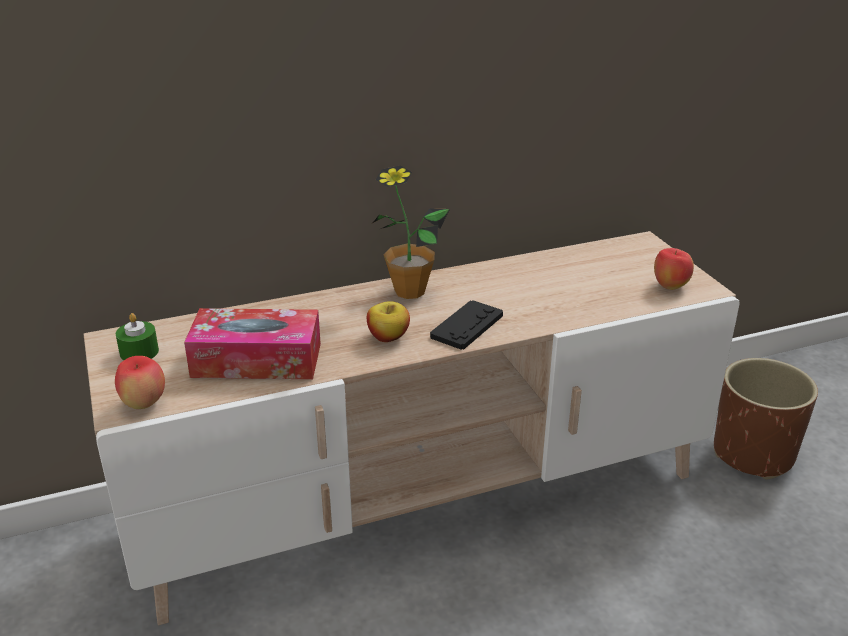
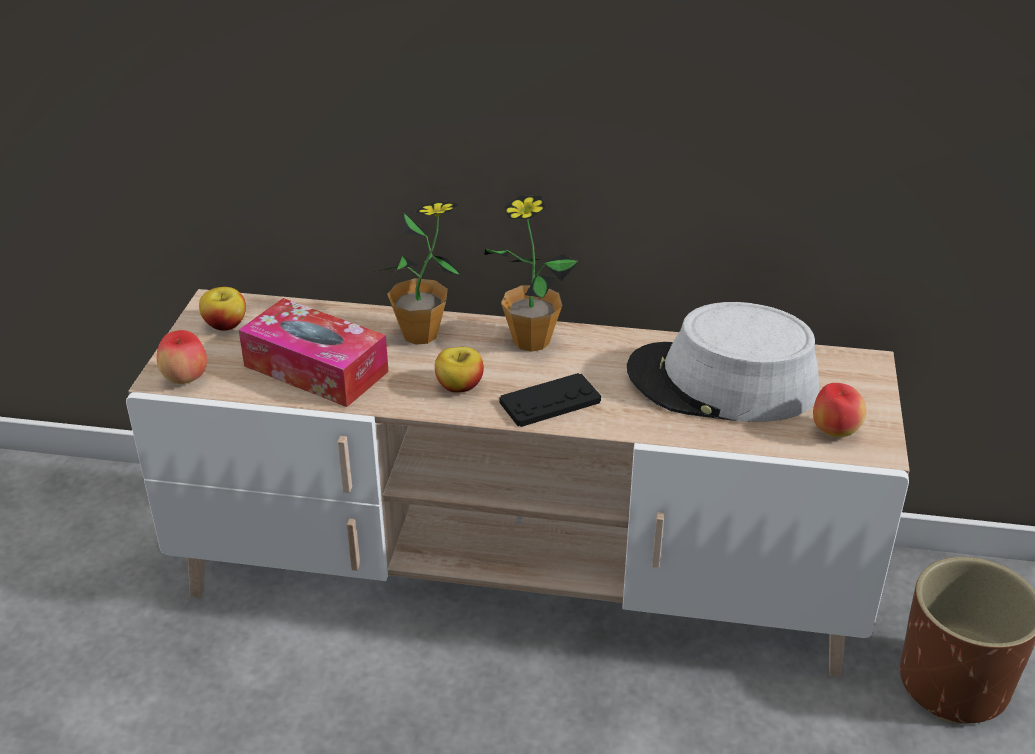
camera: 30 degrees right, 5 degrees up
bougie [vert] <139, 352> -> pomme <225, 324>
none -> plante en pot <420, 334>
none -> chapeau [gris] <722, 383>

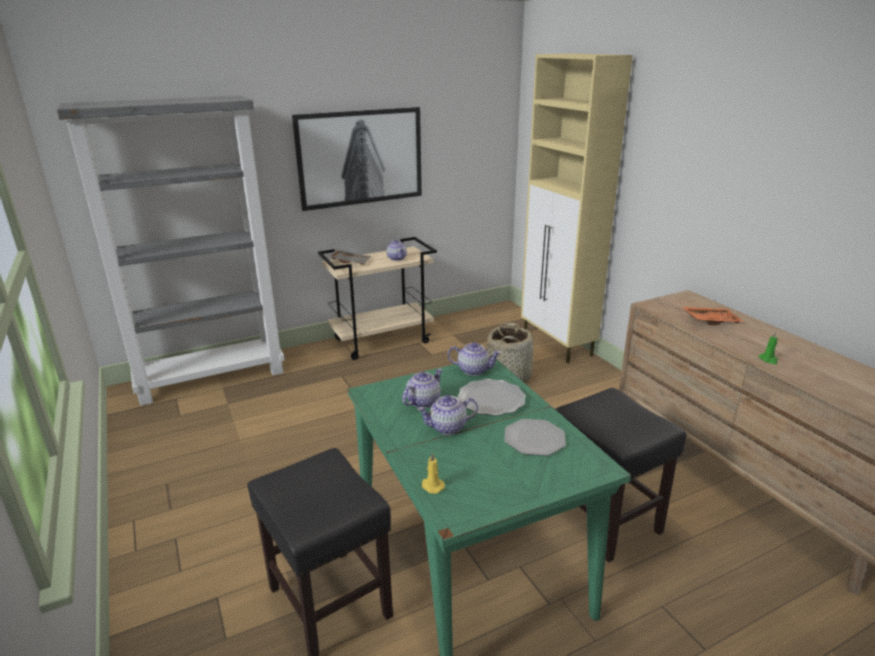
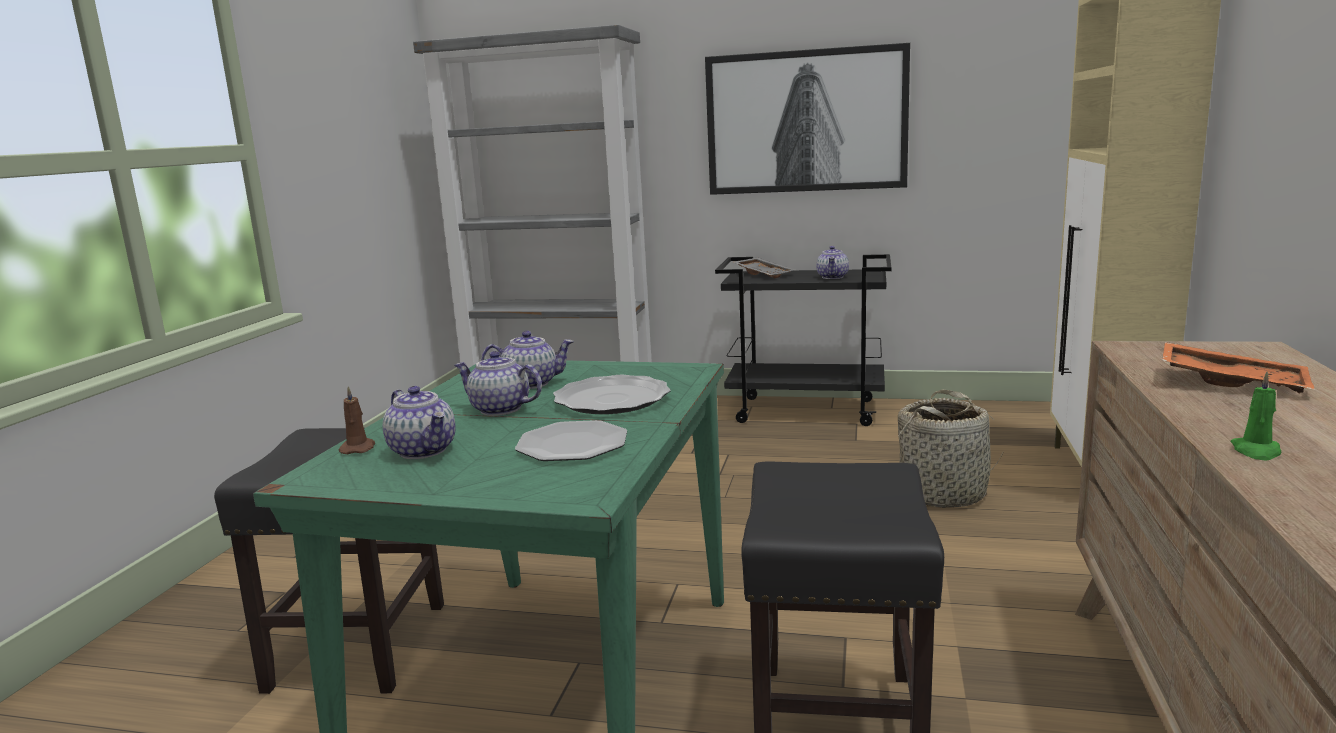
camera: 40 degrees right, 10 degrees down
chariot [beige] <382, 340> -> chariot [noir] <807, 411>
théière <474, 370> -> théière <424, 450>, shifted
bougie [jaune] <432, 486> -> bougie [marron] <358, 448>

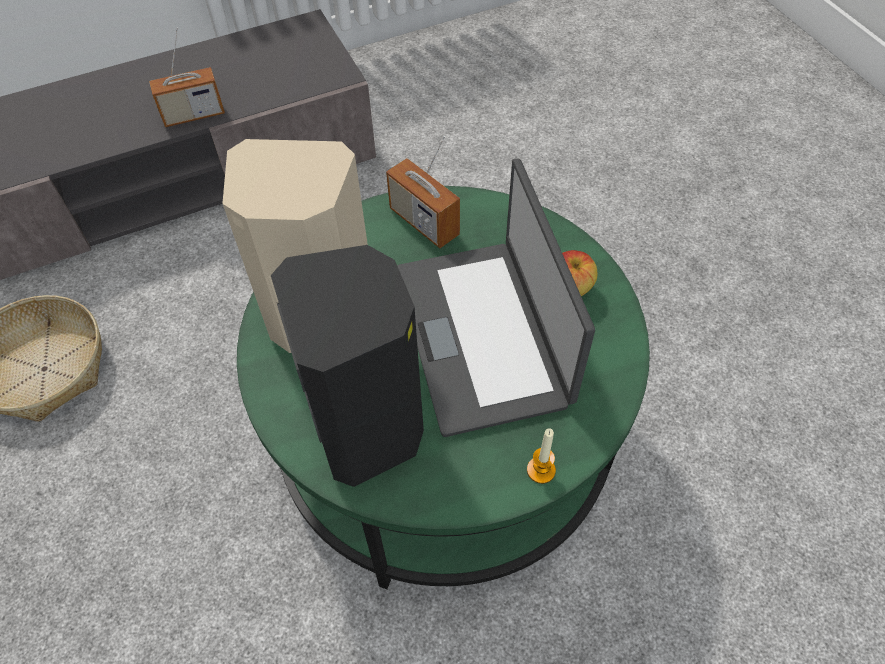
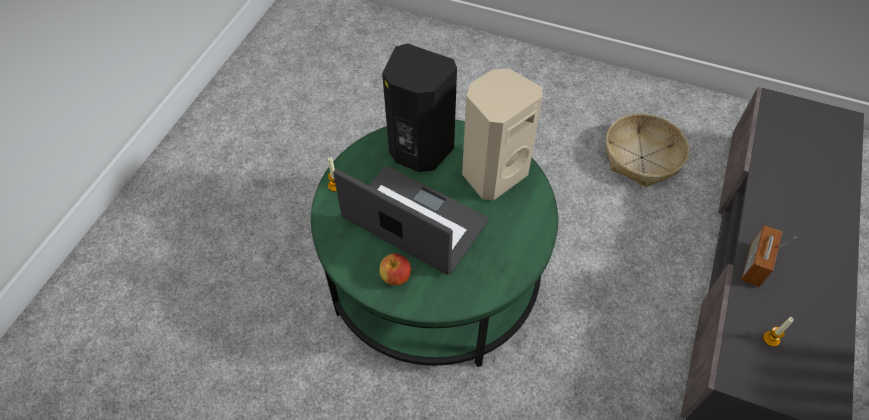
camera: 135 degrees right, 0 degrees up
radio <424, 222> -> none
none -> bougie <771, 339>

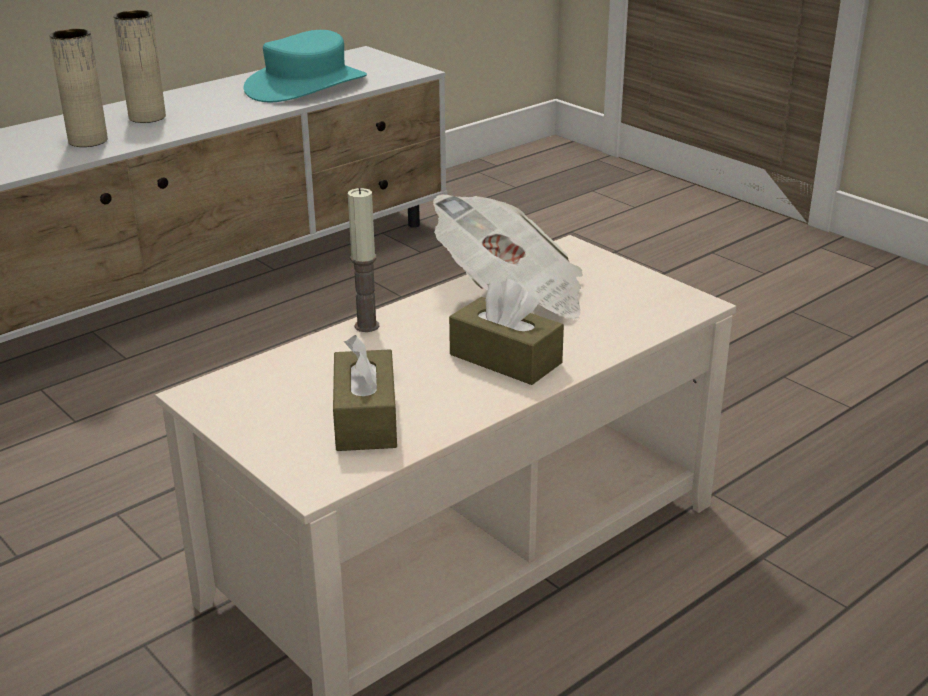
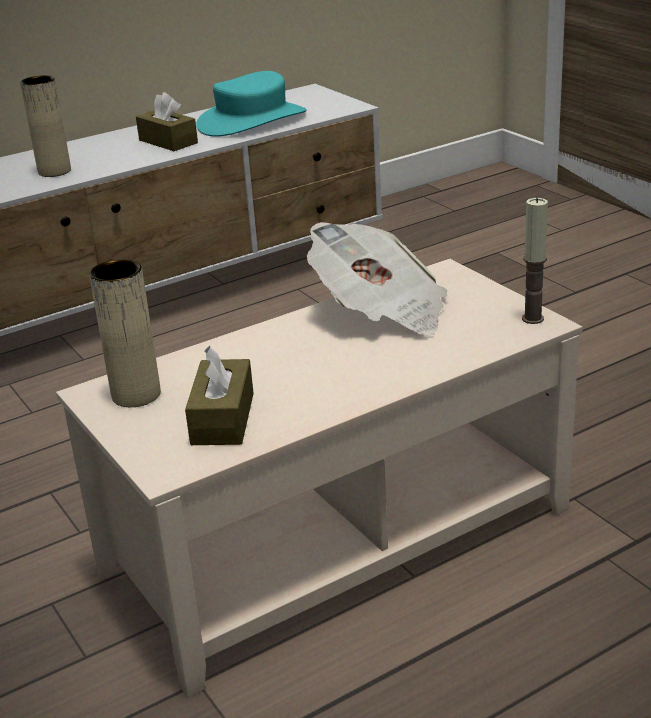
camera: 10 degrees right, 0 degrees up
vase [beige] <147, 117> -> vase [beige] <136, 395>, shifted
bougie <367, 326> -> bougie <533, 318>, shifted
boîte à mouchoirs [marron] <505, 359> -> boîte à mouchoirs [marron] <168, 141>, shifted

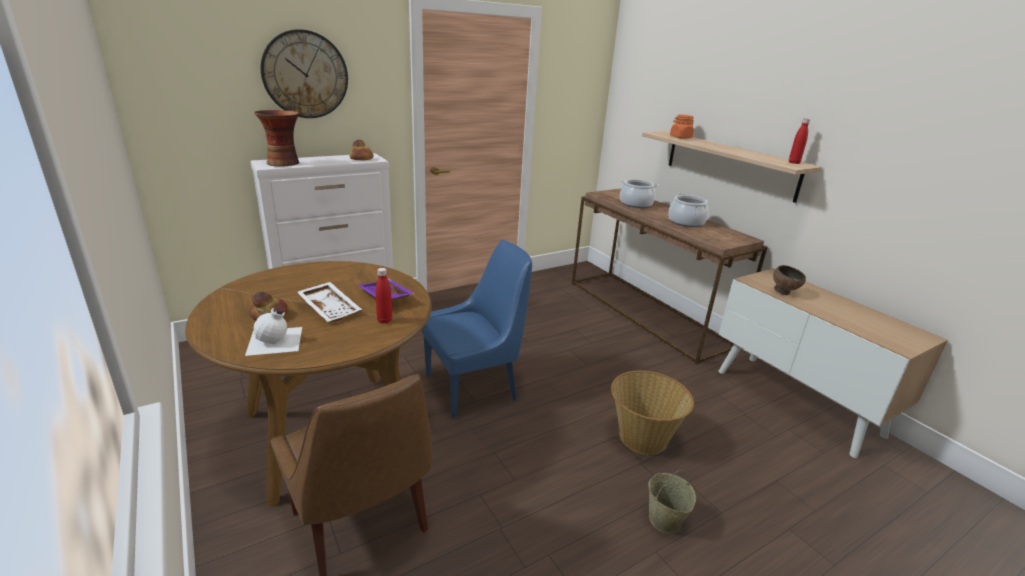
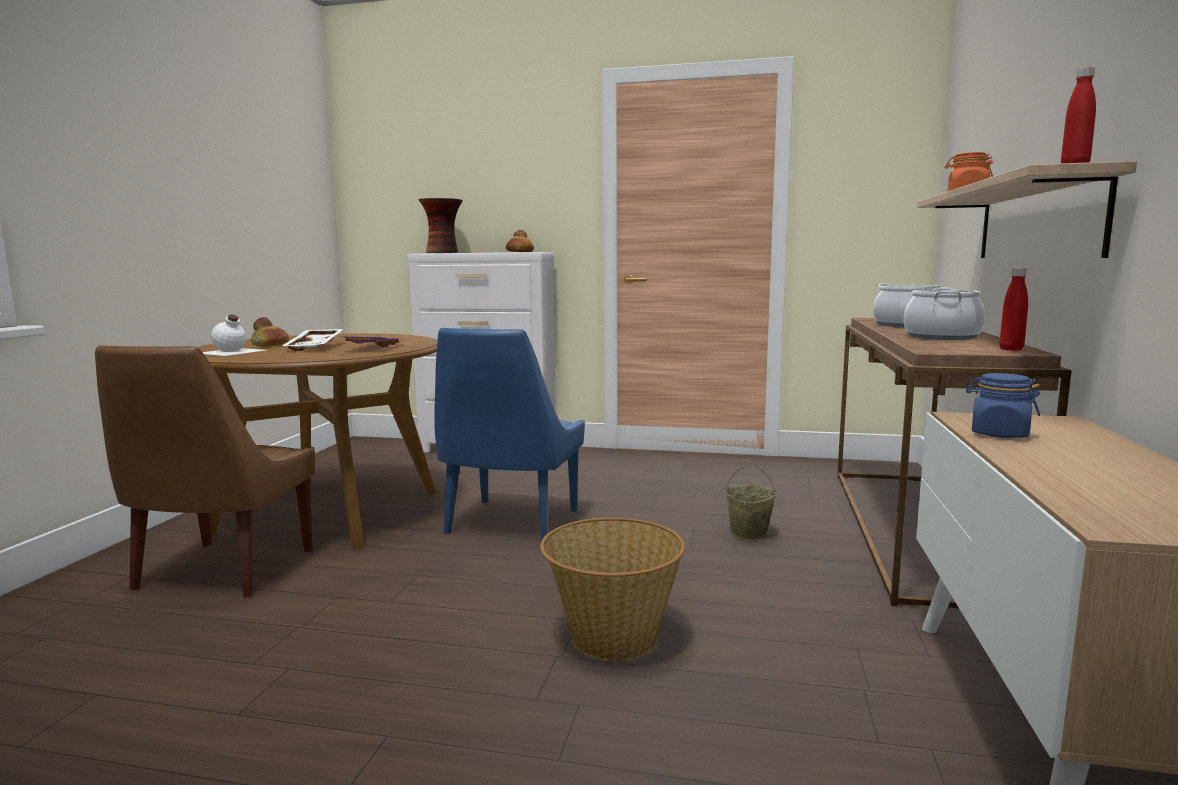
camera: 45 degrees right, 15 degrees down
horloge murale <305, 75> -> none
chaise [bleu] <474, 386> -> chaise [bleu] <510, 524>, 90 degrees clockwise
bol [marron] <784, 293> -> bocal [bleu] <999, 434>
bouteille [rouge] <384, 320> -> bouteille [rouge] <1011, 349>, shifted
seau [beige] <665, 520> -> seau [beige] <748, 534>, shifted

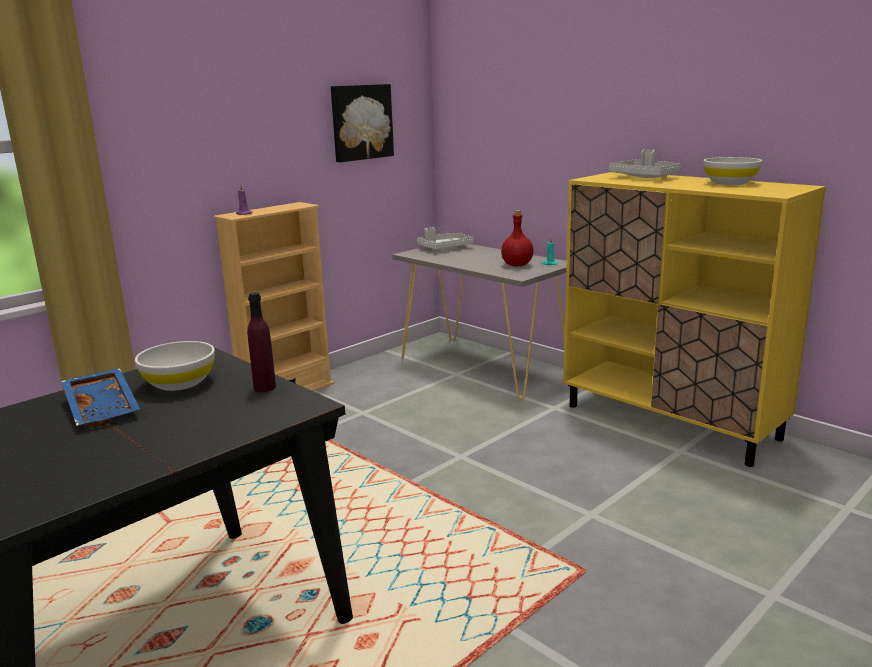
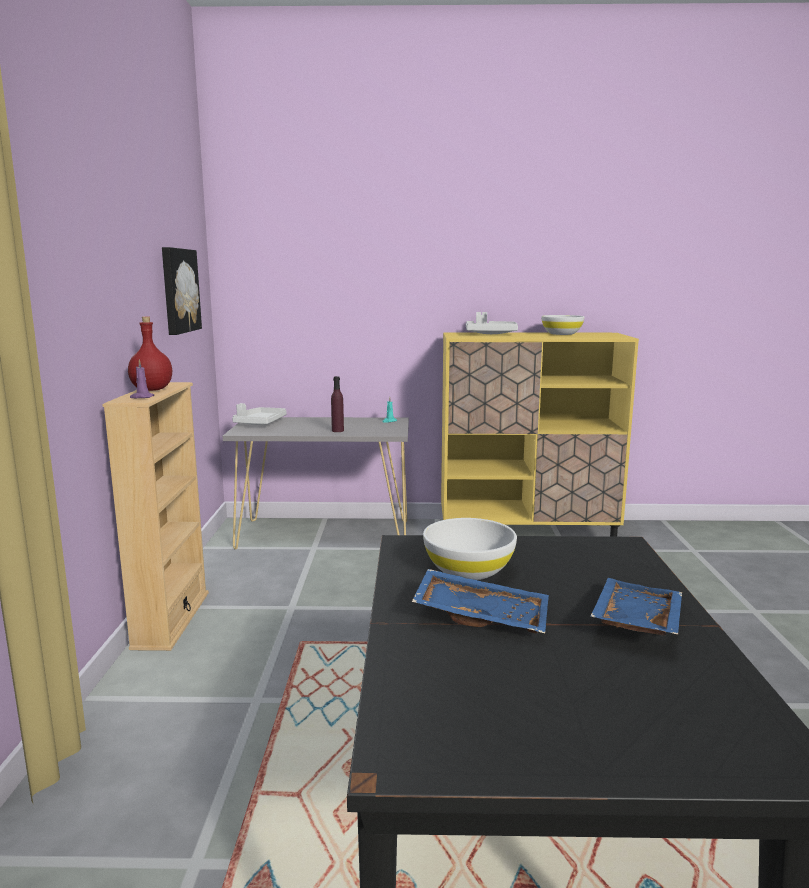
camera: 45 degrees left, 5 degrees down
bouteille [rouge] <517, 265> -> bouteille [rouge] <152, 390>, shifted
bouteille [violet] <264, 387> -> bouteille [violet] <337, 430>, shifted
none -> plateau [bleu] <634, 621>

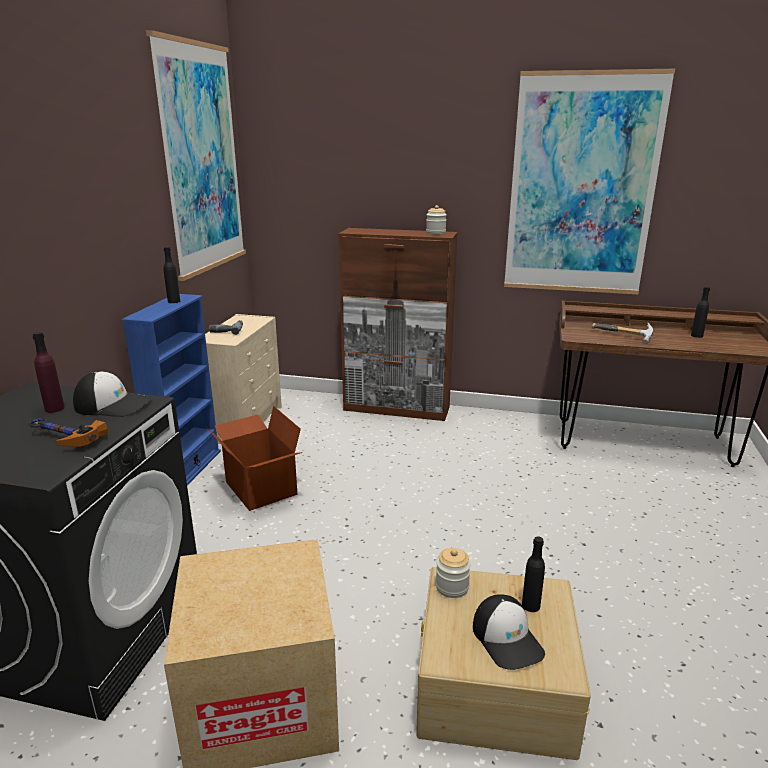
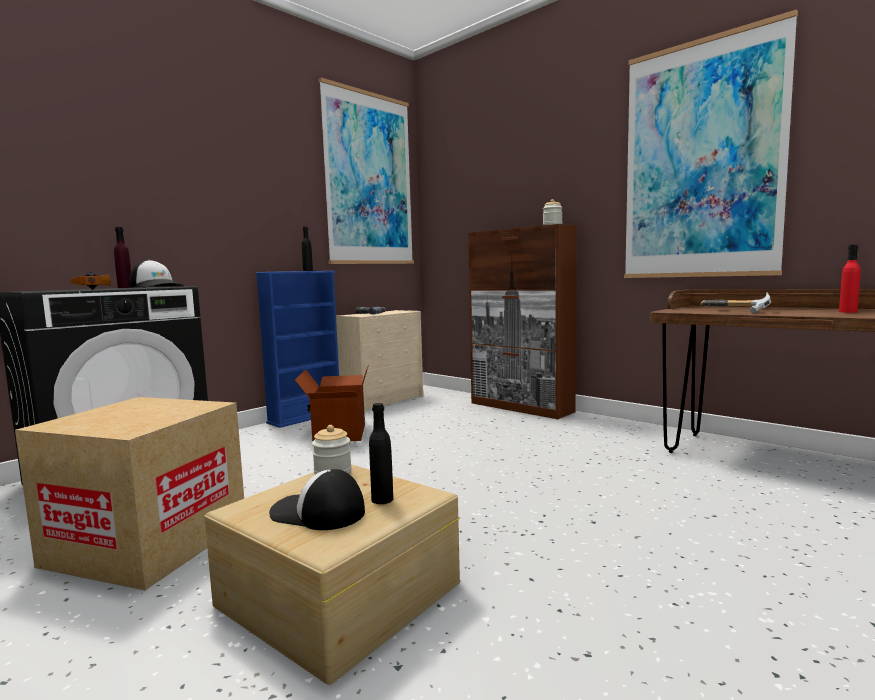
camera: 30 degrees right, 15 degrees down
bouteille [noir] <696, 335> -> bouteille [rouge] <848, 312>
casquette <507, 639> -> casquette <317, 513>, 105 degrees clockwise

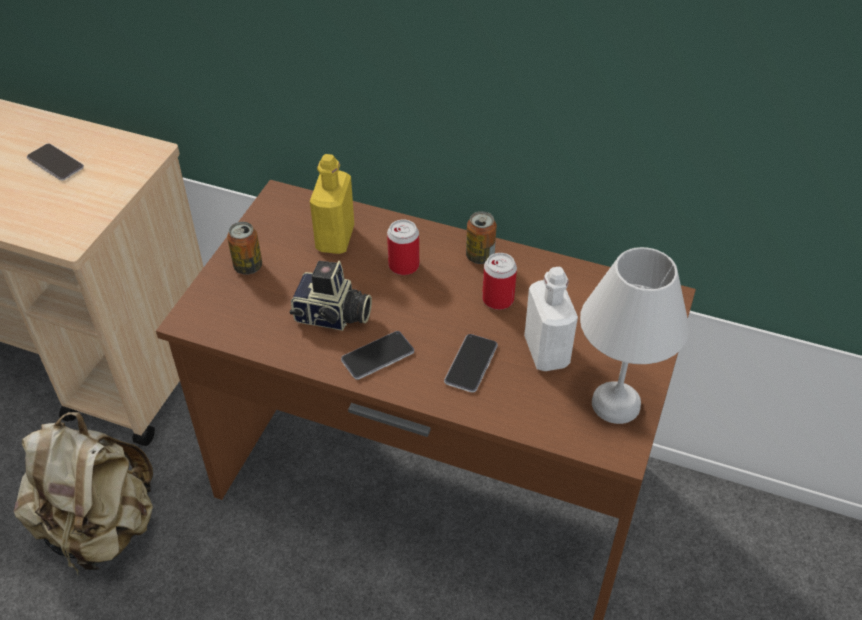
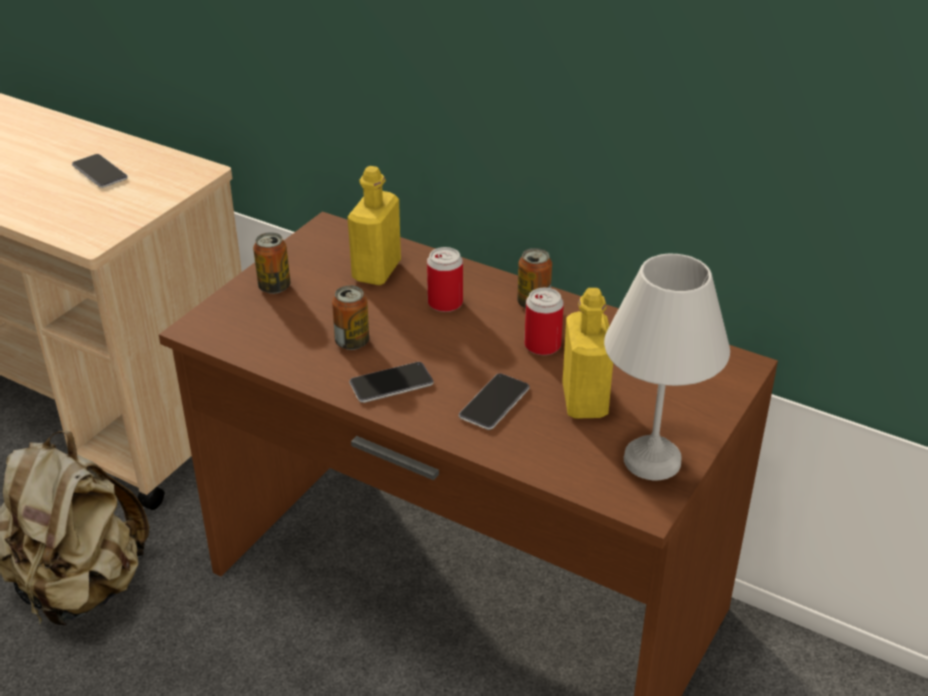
camera: 10 degrees right, 10 degrees down
appareil photo <332, 317> -> boîte métallique <352, 342>
bouteille [blanc] <546, 351> -> bouteille [jaune] <584, 401>

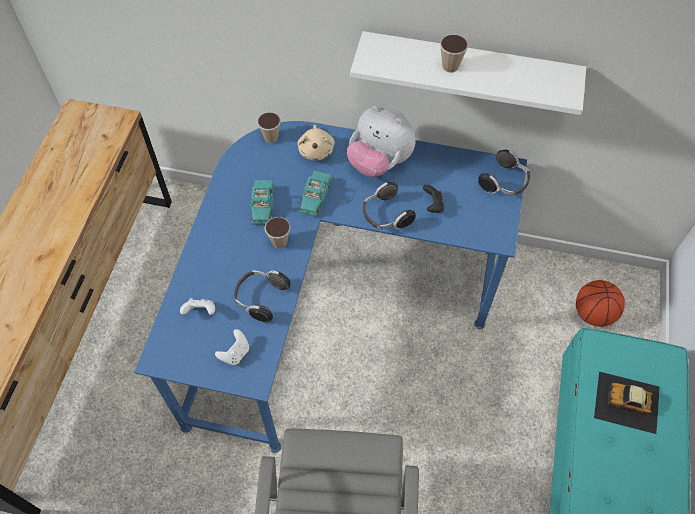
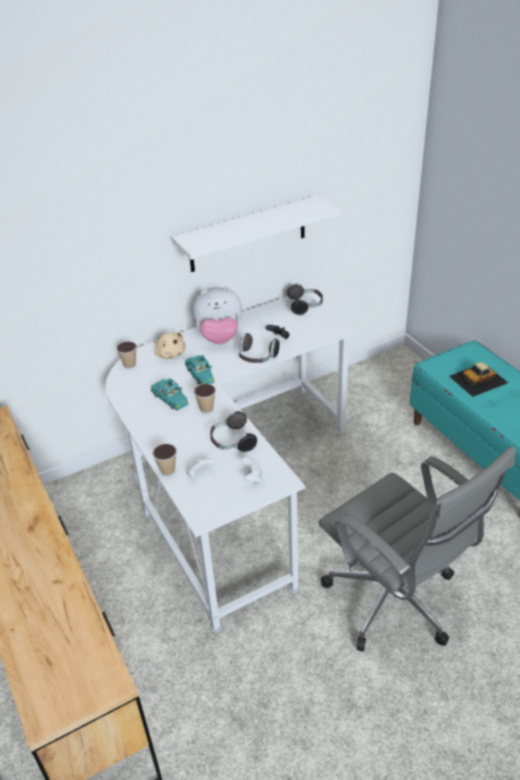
camera: 40 degrees left, 20 degrees down
tasse <450, 66> -> tasse <167, 470>, shifted
bureau [bleu] <326, 302> -> bureau [blanc] <231, 485>
ballon de basket <593, 313> -> none

